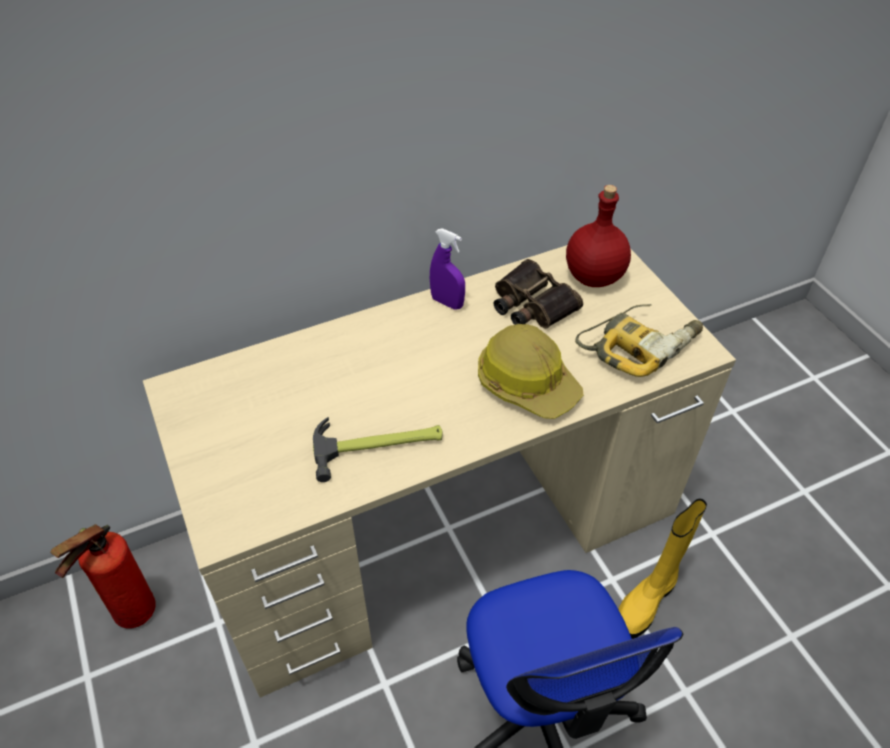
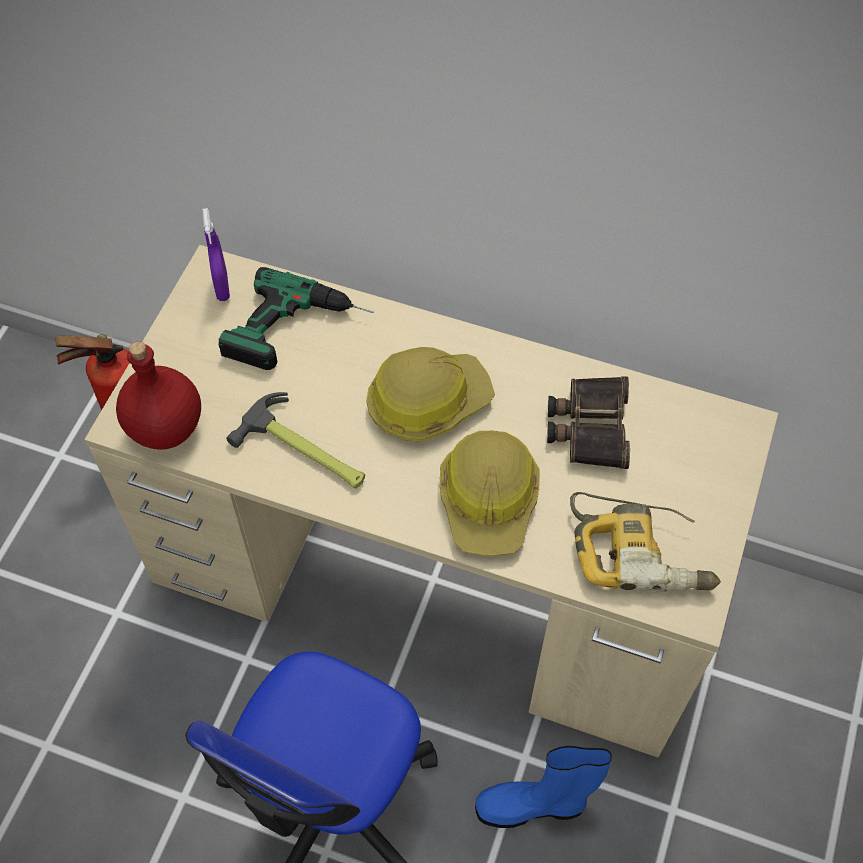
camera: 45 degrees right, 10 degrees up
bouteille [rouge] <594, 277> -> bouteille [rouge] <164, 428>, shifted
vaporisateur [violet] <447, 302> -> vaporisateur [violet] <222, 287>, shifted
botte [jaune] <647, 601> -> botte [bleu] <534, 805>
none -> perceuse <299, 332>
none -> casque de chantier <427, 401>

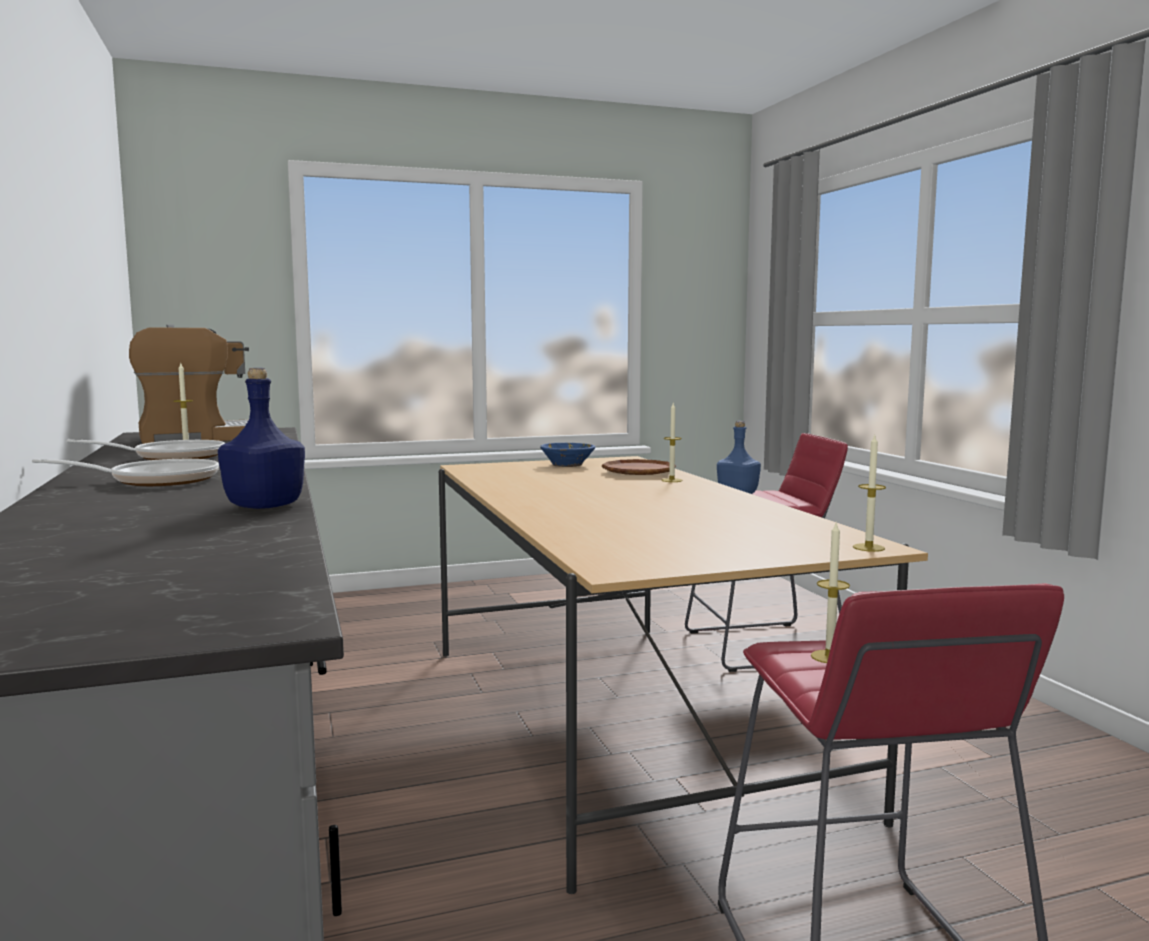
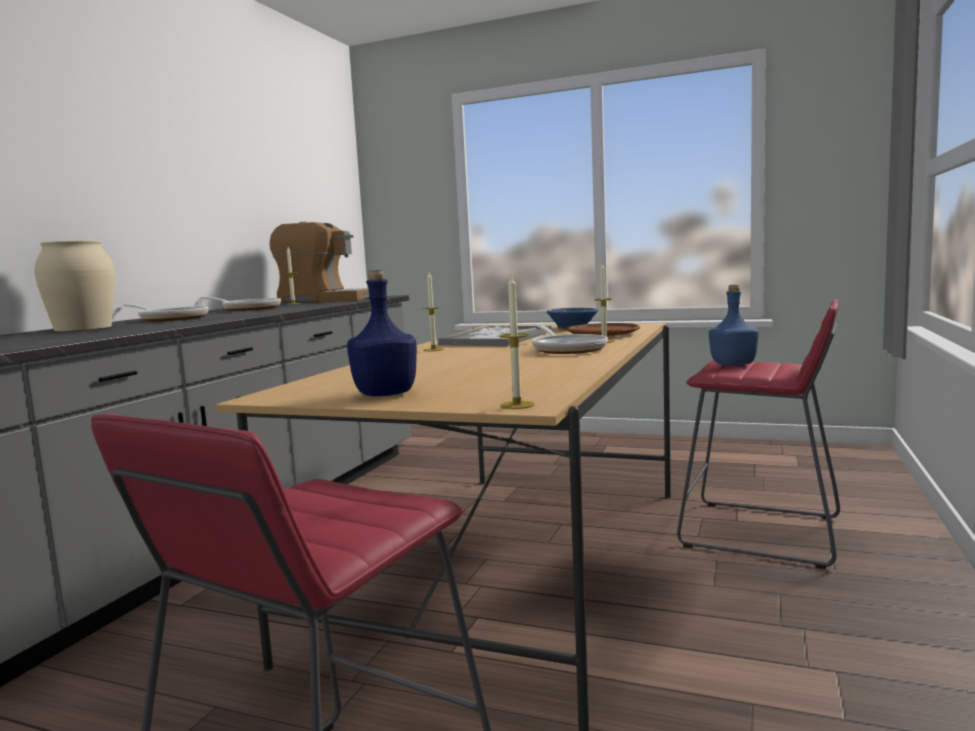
camera: 40 degrees right, 0 degrees up
bouteille [bleu] <266, 506> -> bouteille [bleu] <386, 393>, shifted
bougie <829, 657> -> bougie <433, 349>, shifted
none -> vase [beige] <84, 328>
none -> poêle <567, 349>
none -> plateau <498, 338>

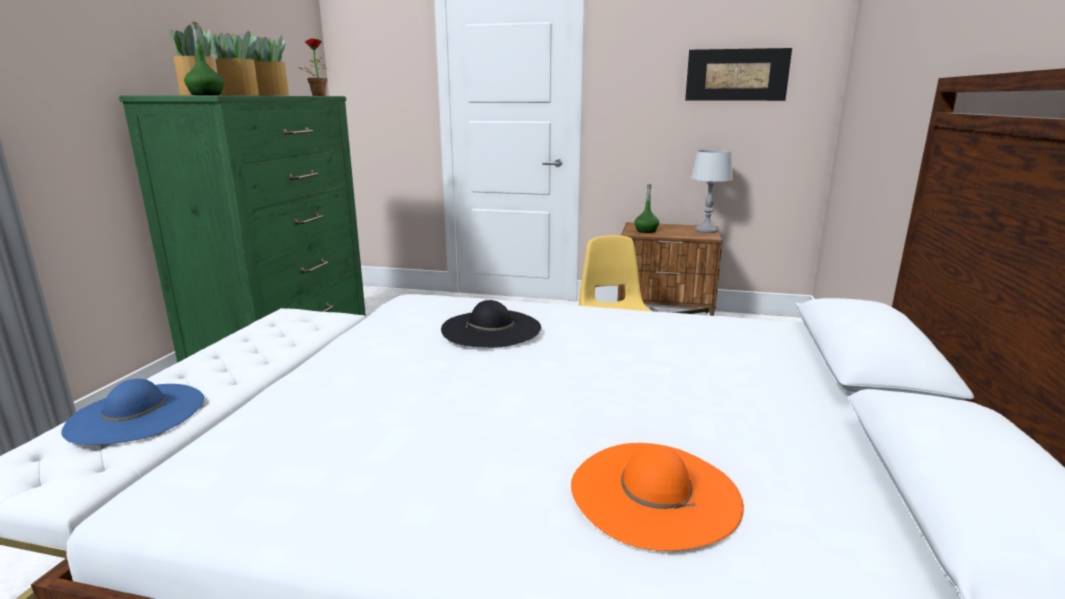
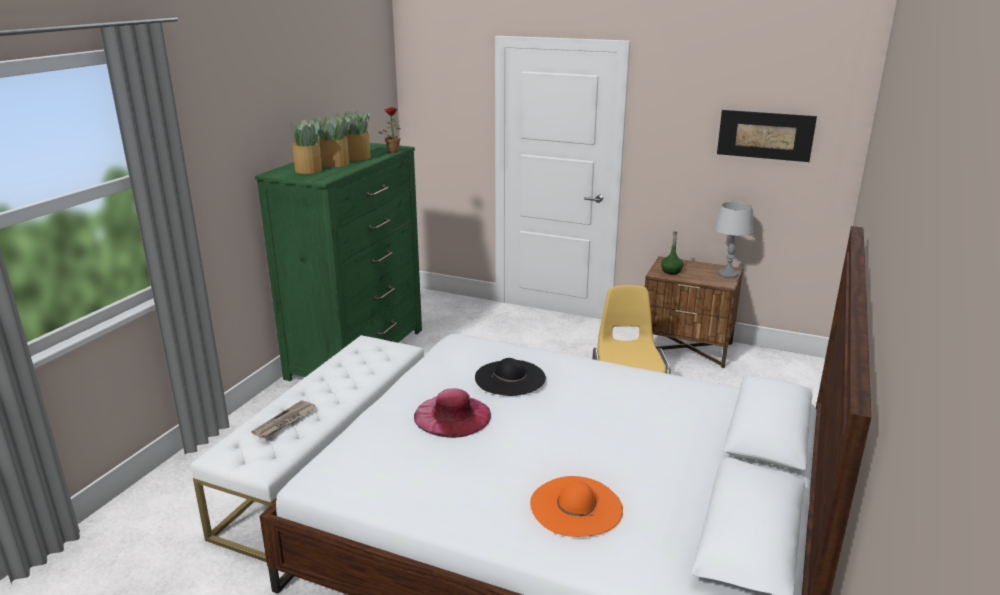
camera: 10 degrees right, 5 degrees up
bouteille [vert] <206, 95> -> none
chapeau [bleu] <136, 414> -> journal <285, 421>
none -> chapeau [rose] <452, 415>

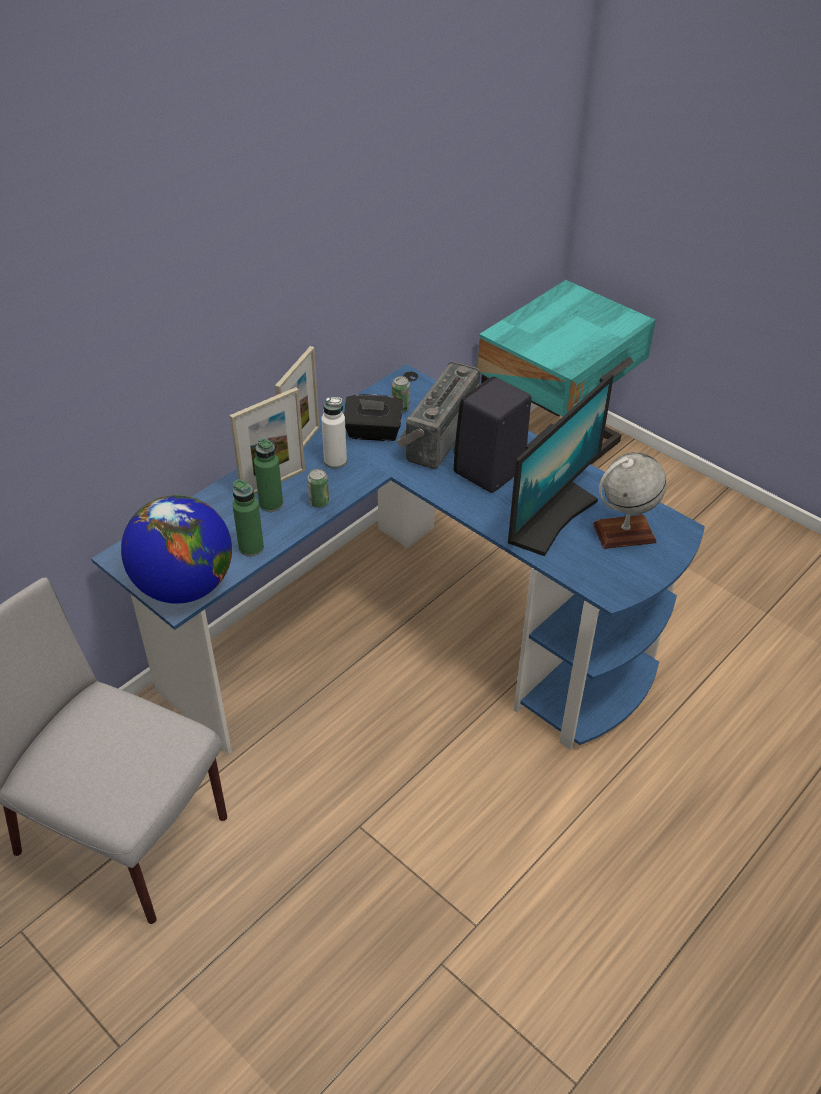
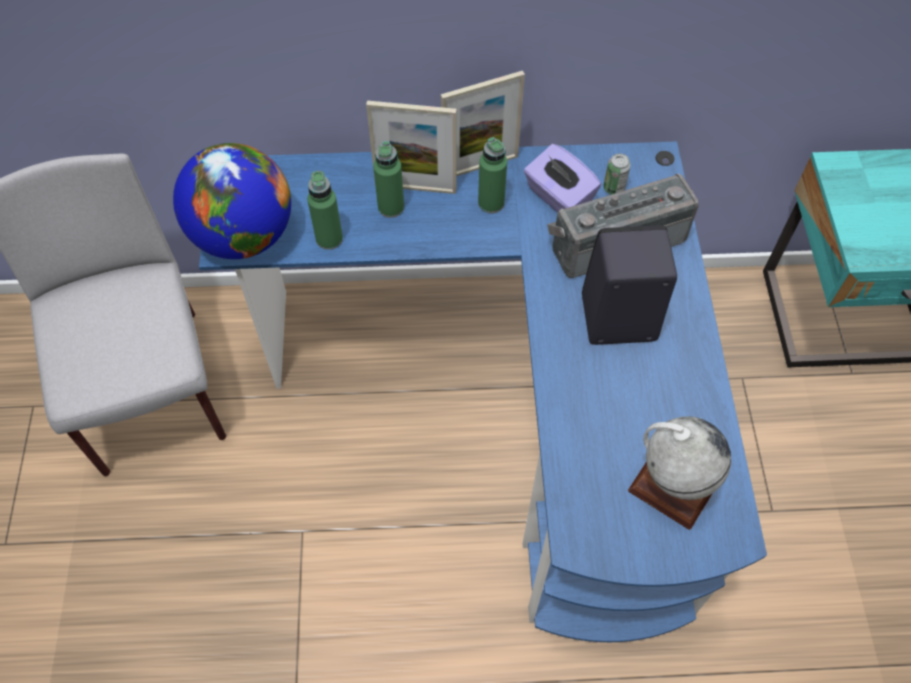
camera: 45 degrees right, 15 degrees up
écran d'ordinateur <550, 517> -> none
boîte à mouchoirs [noir] <373, 432> -> boîte à mouchoirs [violet] <558, 196>
bouteille [blanc] <335, 461> -> bouteille [vert] <491, 203>
boîte métallique <319, 502> -> none

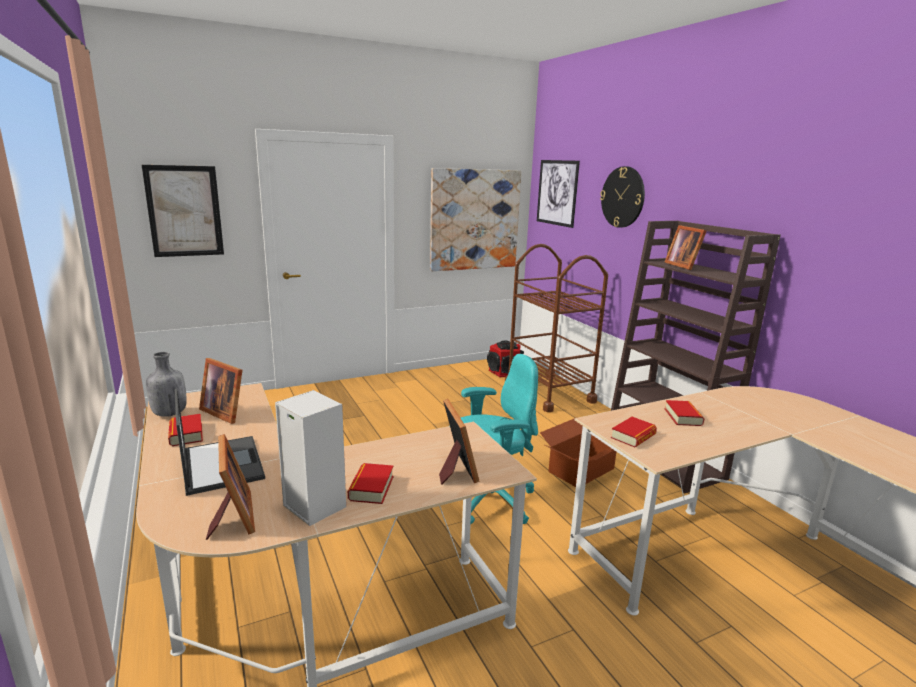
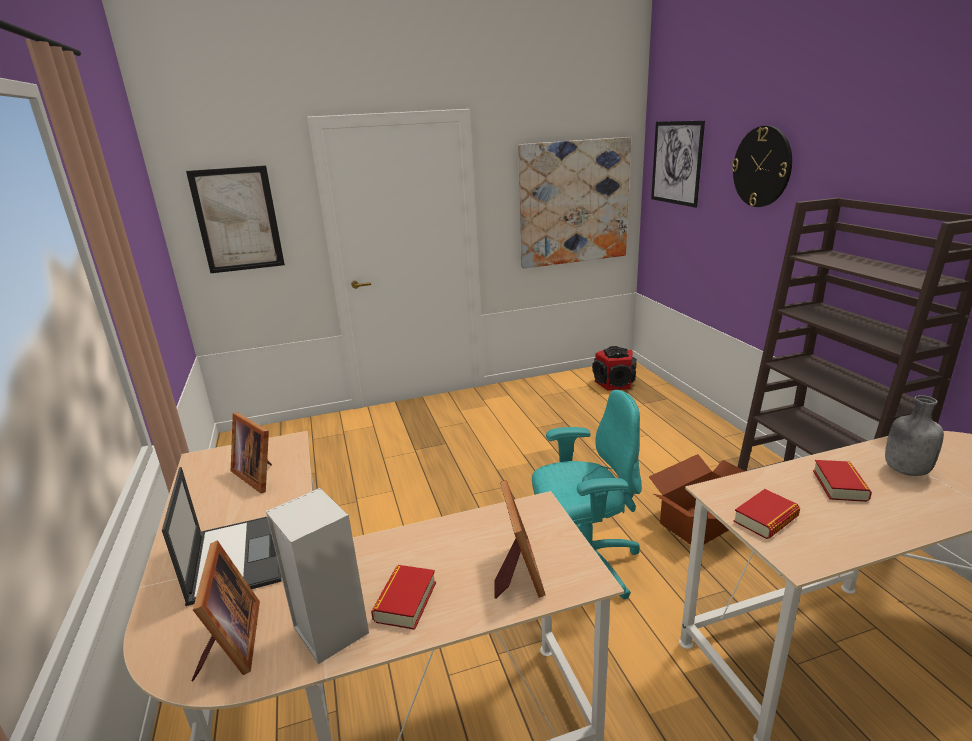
camera: 10 degrees right, 5 degrees up
cadre photo <683, 266> -> none
chariot [marron] <549, 392> -> none
bouteille [gris] <169, 413> -> bouteille [gris] <905, 470>, shifted
livre <186, 434> -> none

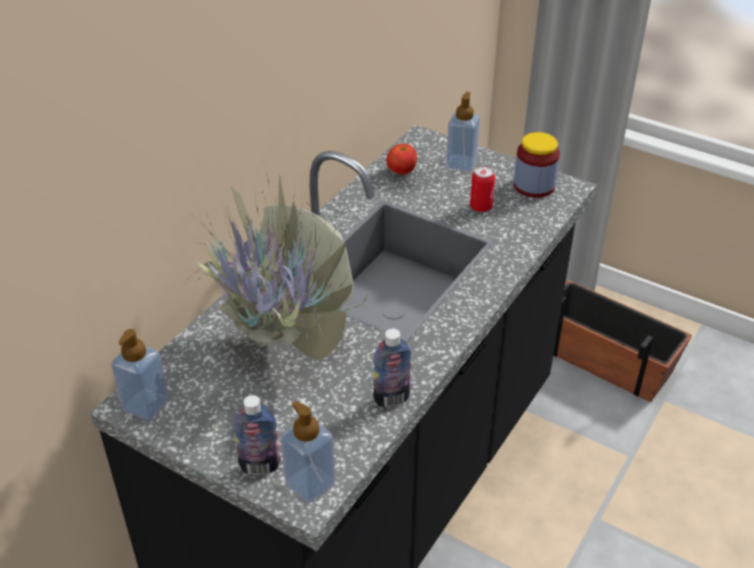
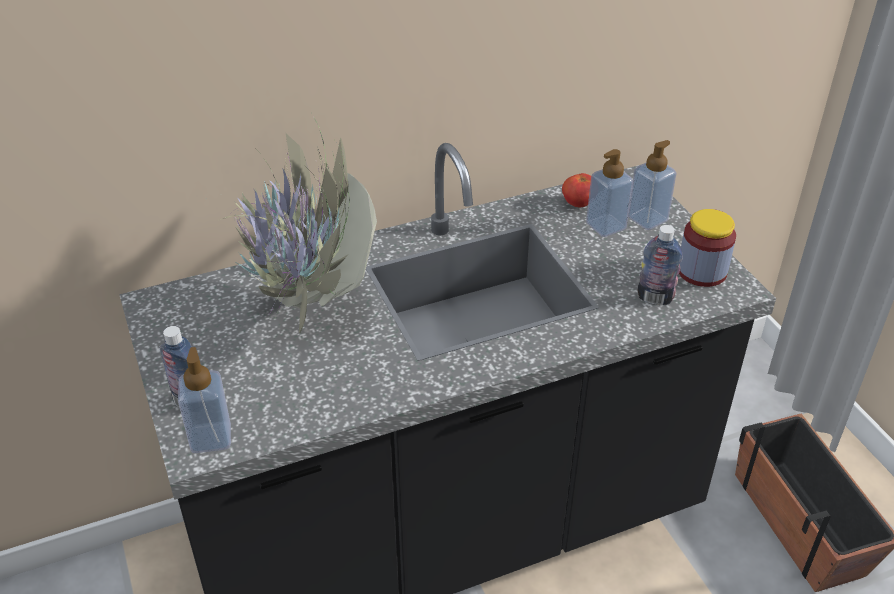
camera: 35 degrees right, 0 degrees up
boîte métallique <480, 207> -> none
distributeur de savon <146, 405> -> distributeur de savon <606, 226>, shifted
bouteille <391, 399> -> bouteille <655, 298>, shifted

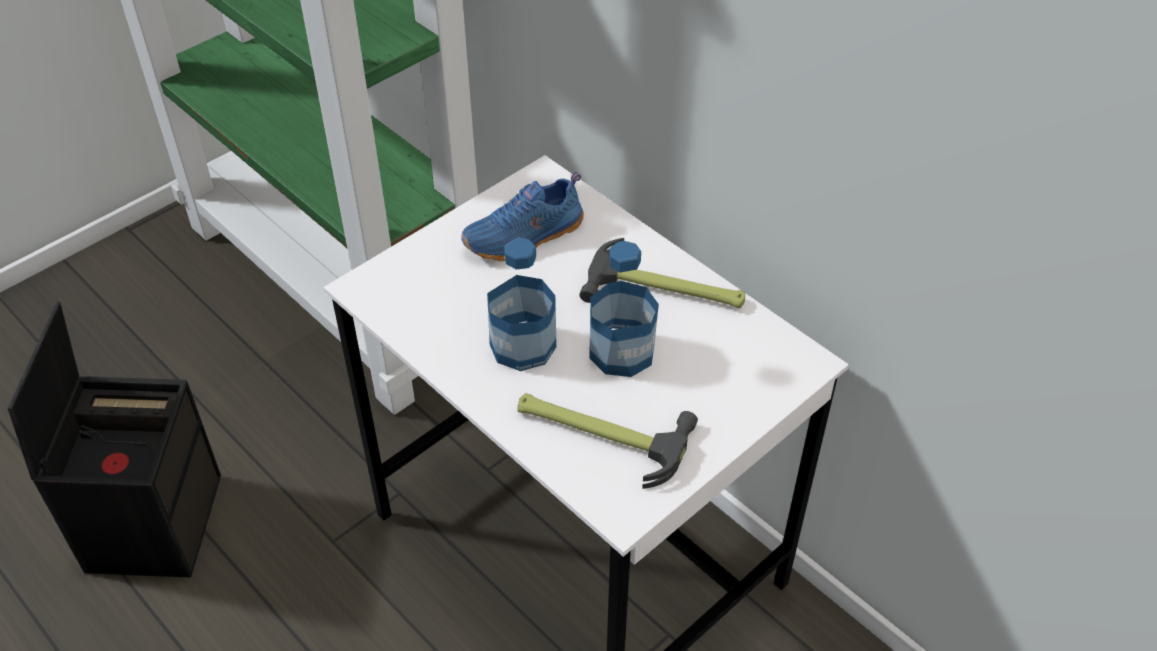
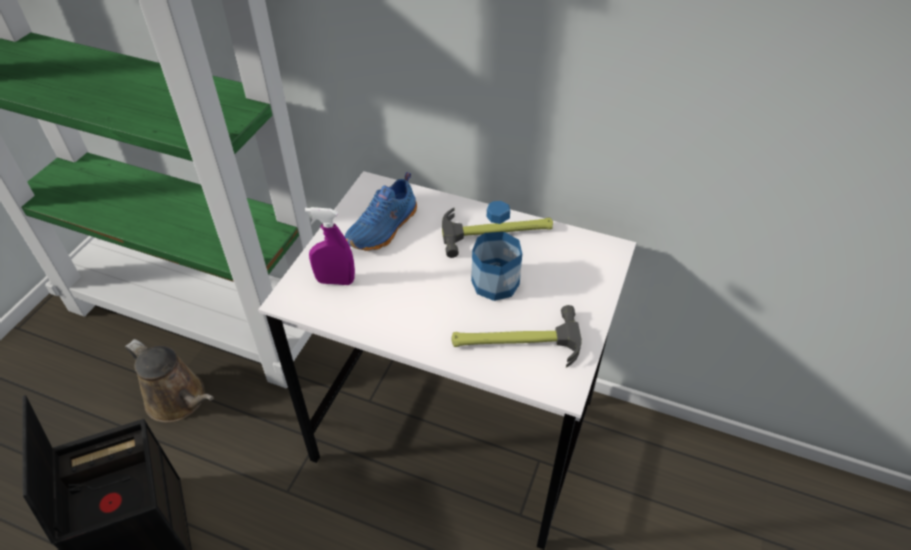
camera: 25 degrees left, 0 degrees up
bouteille <523, 345> -> none
none -> vaporisateur [violet] <335, 281>
none -> arrosoir [marron] <179, 400>

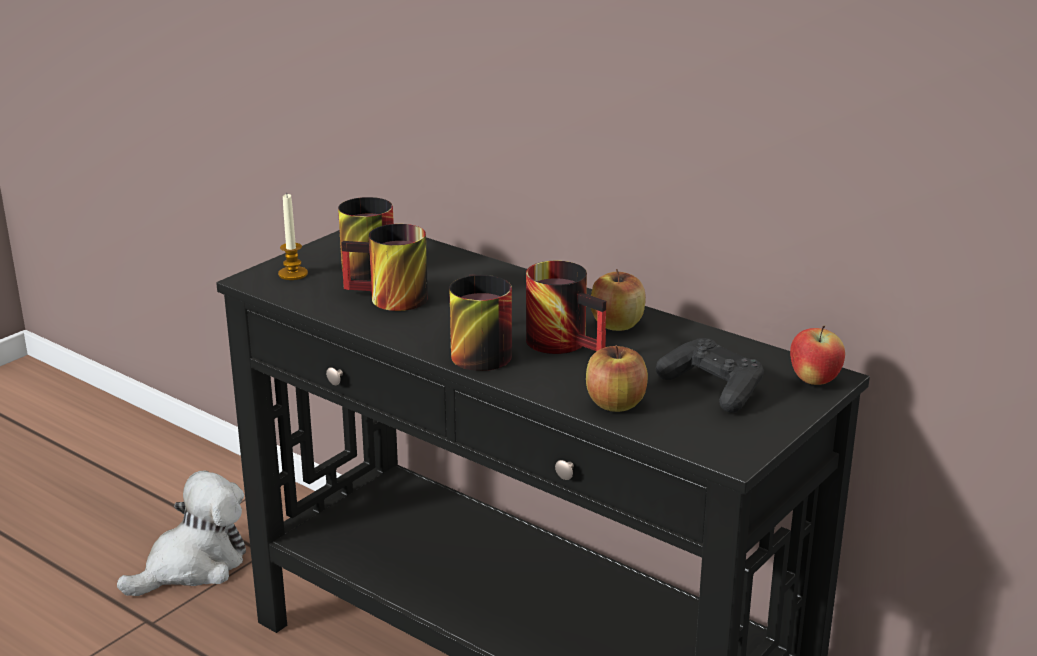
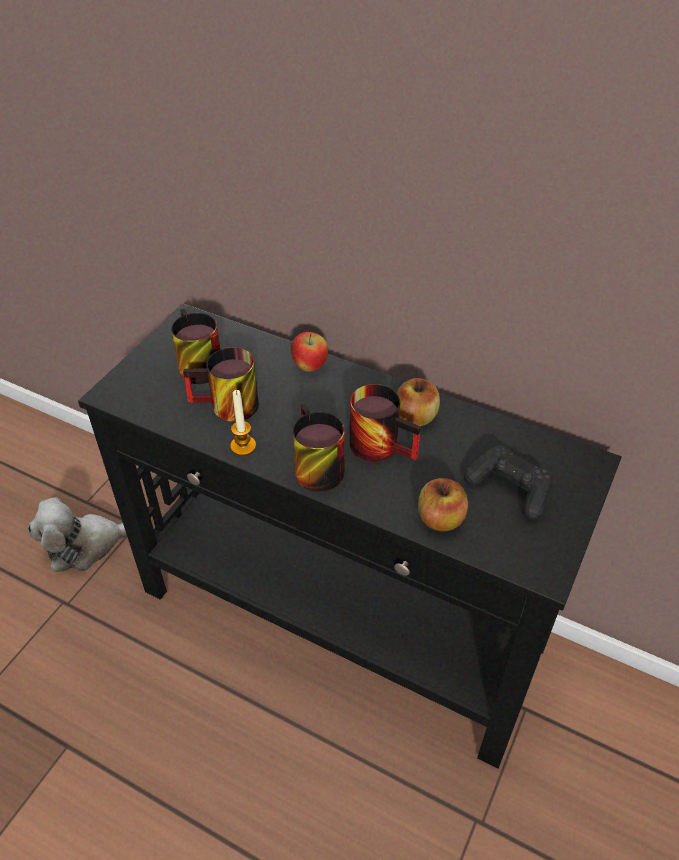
camera: 10 degrees left, 20 degrees up
bougie <293, 274> -> bougie <243, 446>, shifted
pomme <814, 381> -> pomme <309, 366>, shifted
peluche <194, 566> -> peluche <86, 545>, 150 degrees counterclockwise

